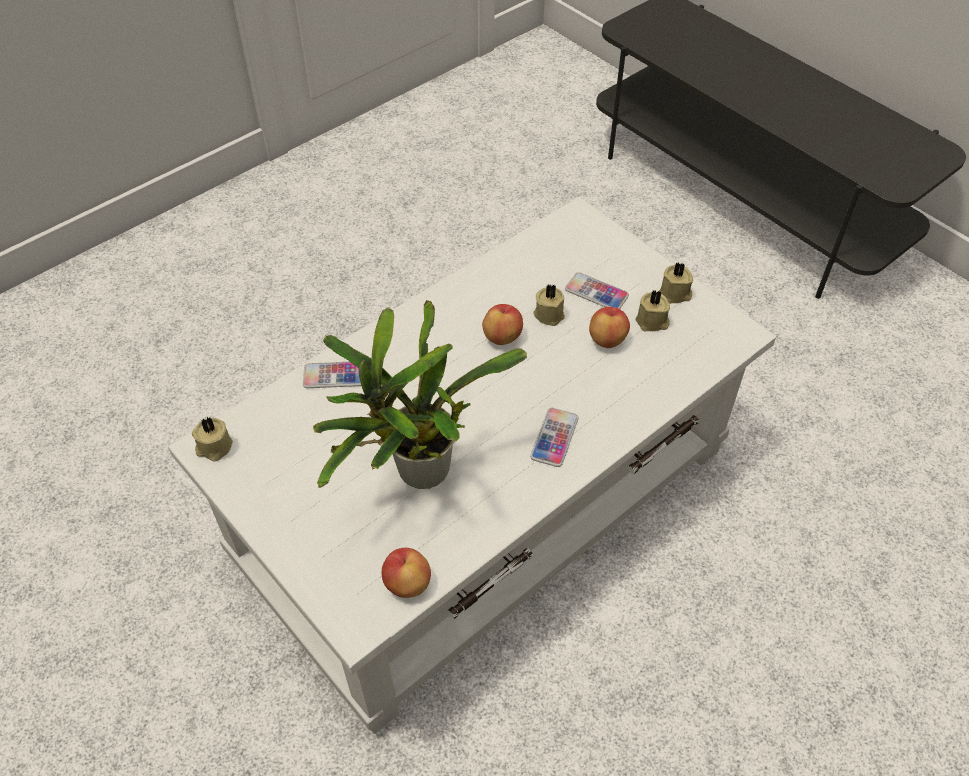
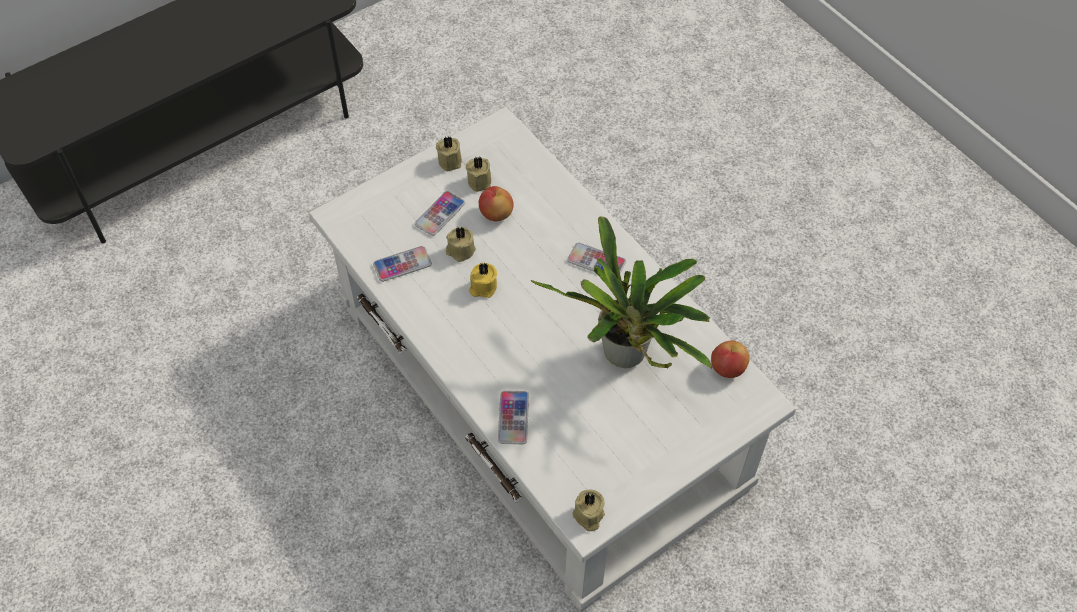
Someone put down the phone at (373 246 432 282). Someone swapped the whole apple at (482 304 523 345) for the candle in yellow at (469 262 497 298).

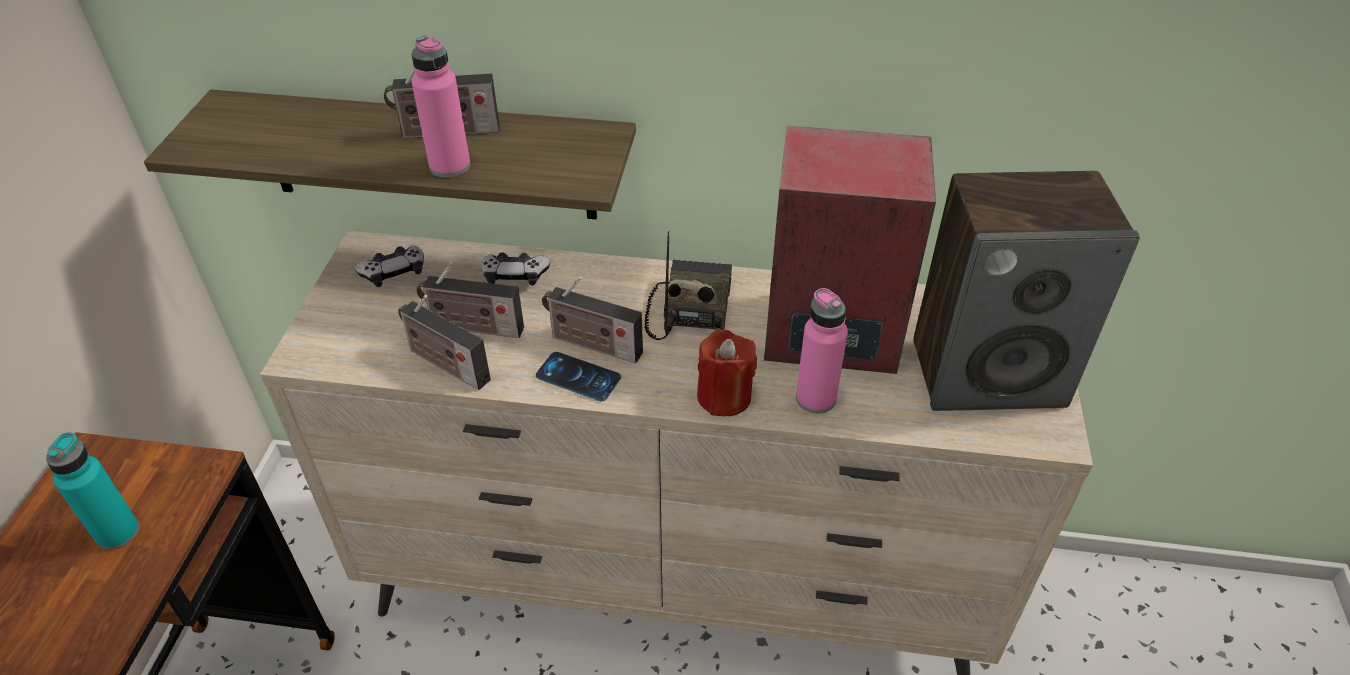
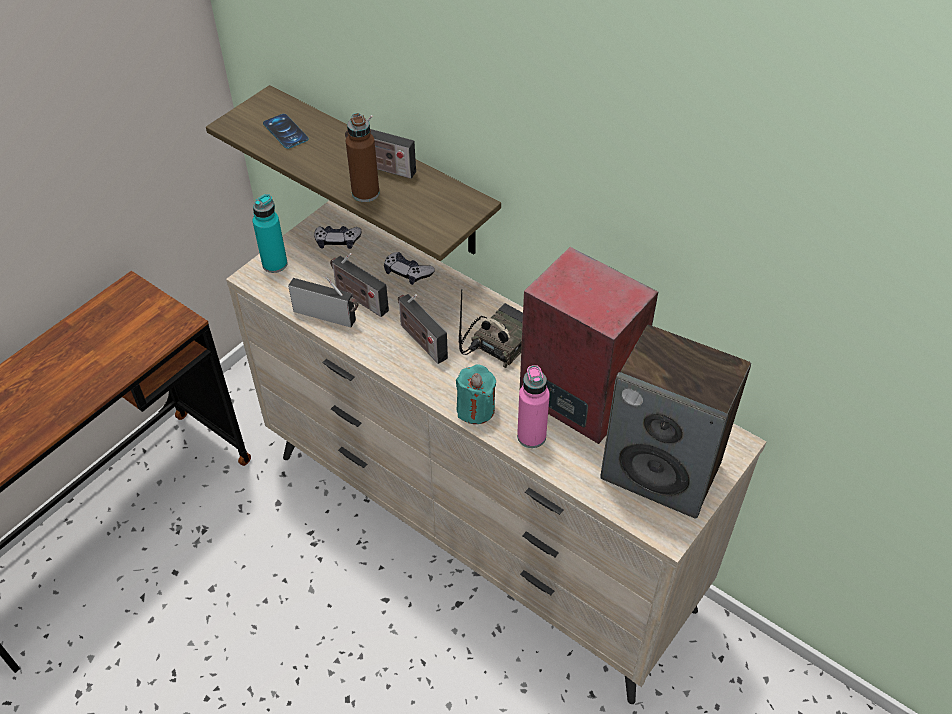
Someone carried the beverage bottle in blue-green from (46 432 140 550) to (252 194 288 273). Someone carried the phone from (536 352 621 401) to (263 114 309 149). Someone repainted the beverage bottle in pink-coloured at (412 36 471 178), which became the beverage bottle in brownish at (346 113 380 202). Someone repainted the candle in red at (697 330 757 417), which became the candle in blue-green at (456 364 496 424). Someone rotated the radio set at (398 295 491 390) by 135 degrees clockwise.

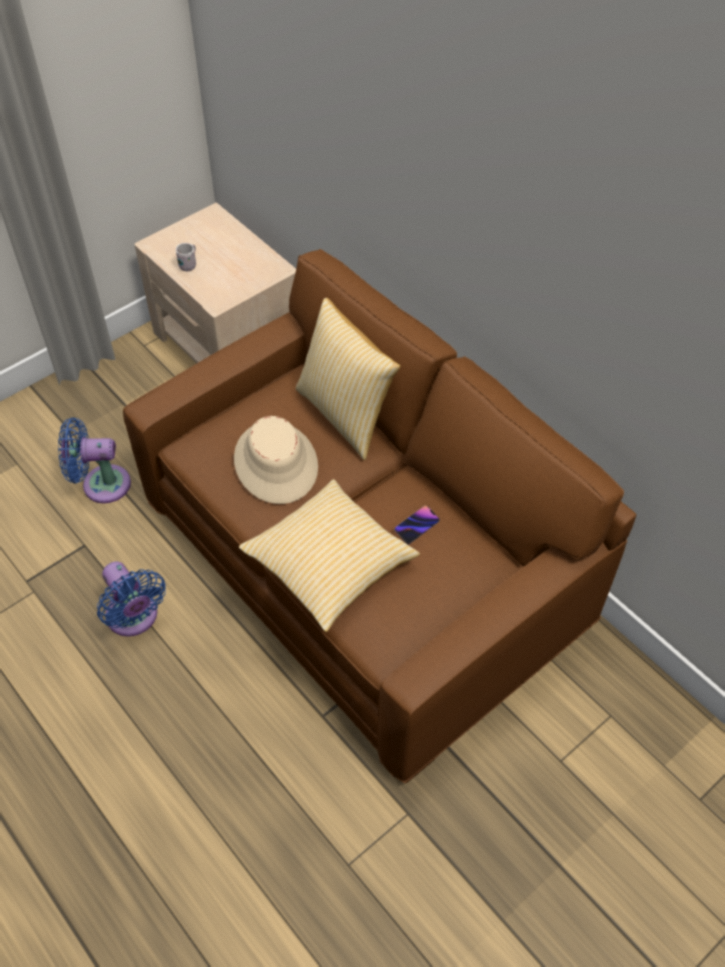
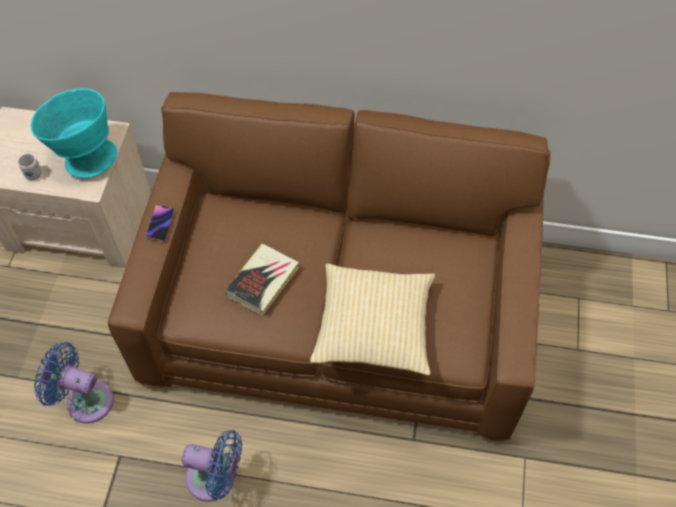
Someone took away the cushion at (296 298 400 460). Someone put down the bowl in blue-green at (31 88 118 178). Someone carried the phone from (394 505 440 545) to (146 205 174 242). Someone swapped the hat in sand-coloured at (234 416 318 504) for the bound book at (225 243 299 315). Someone rotated the cooling fan in blue at (58 418 131 503) by 60 degrees clockwise.

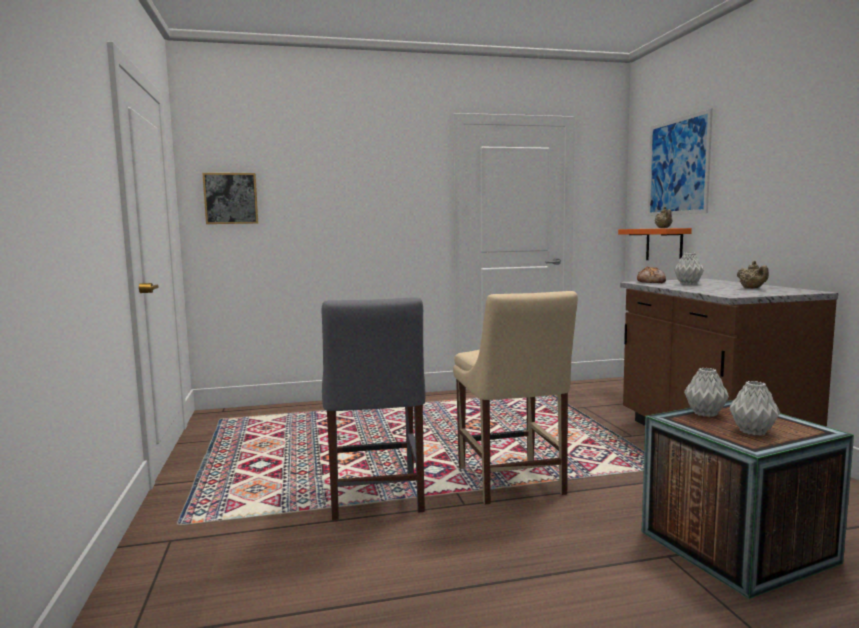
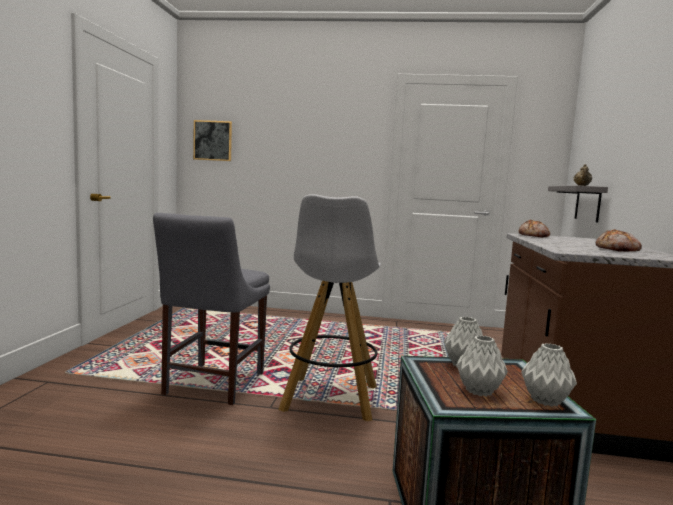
Someone took away the wall picture at (648 108 713 216). Someone carried the vase in greyish from (674 253 704 285) to (521 343 577 407). Someone swapped the chair in sand-coloured at (453 291 578 504) for the stool in white-coloured at (278 194 381 421). Someone swapped the tea pot in sand-coloured at (737 261 769 289) for the bread at (596 229 642 252). Someone repainted the wall shelf in orange at (618 228 692 260), which became the wall shelf in greyish at (548 185 608 222).

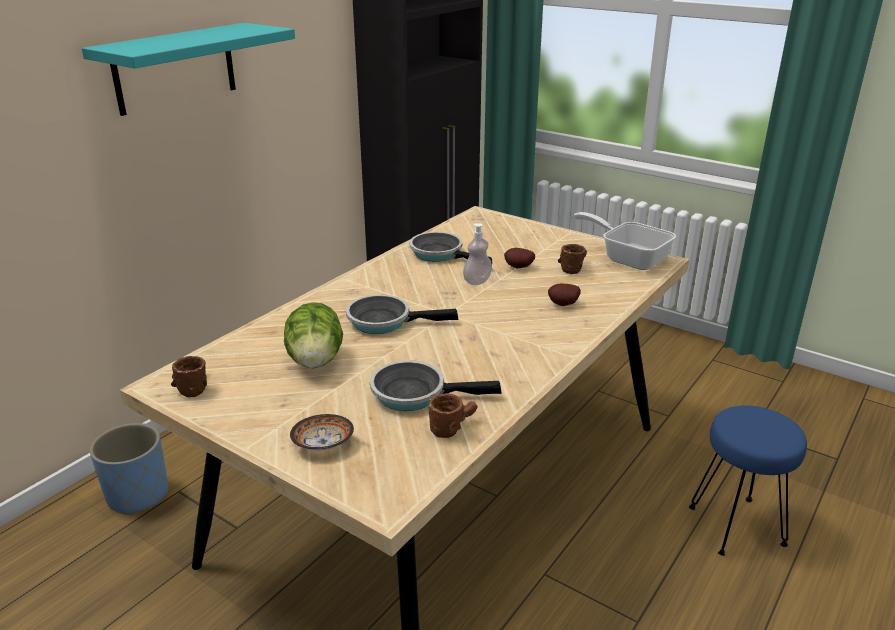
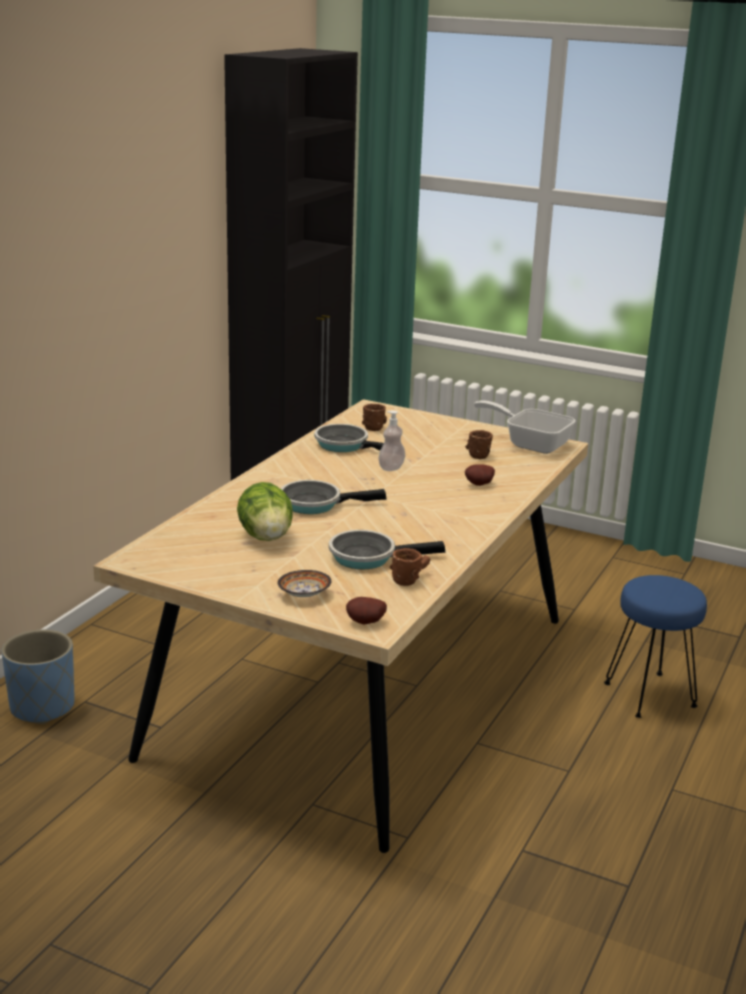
Someone took away the wall shelf in blue-green at (82 23 295 116). Someone carried the tea mug in brownish from (171 356 207 397) to (362 404 387 431). Someone carried the potato from (504 248 535 268) to (346 597 387 624).

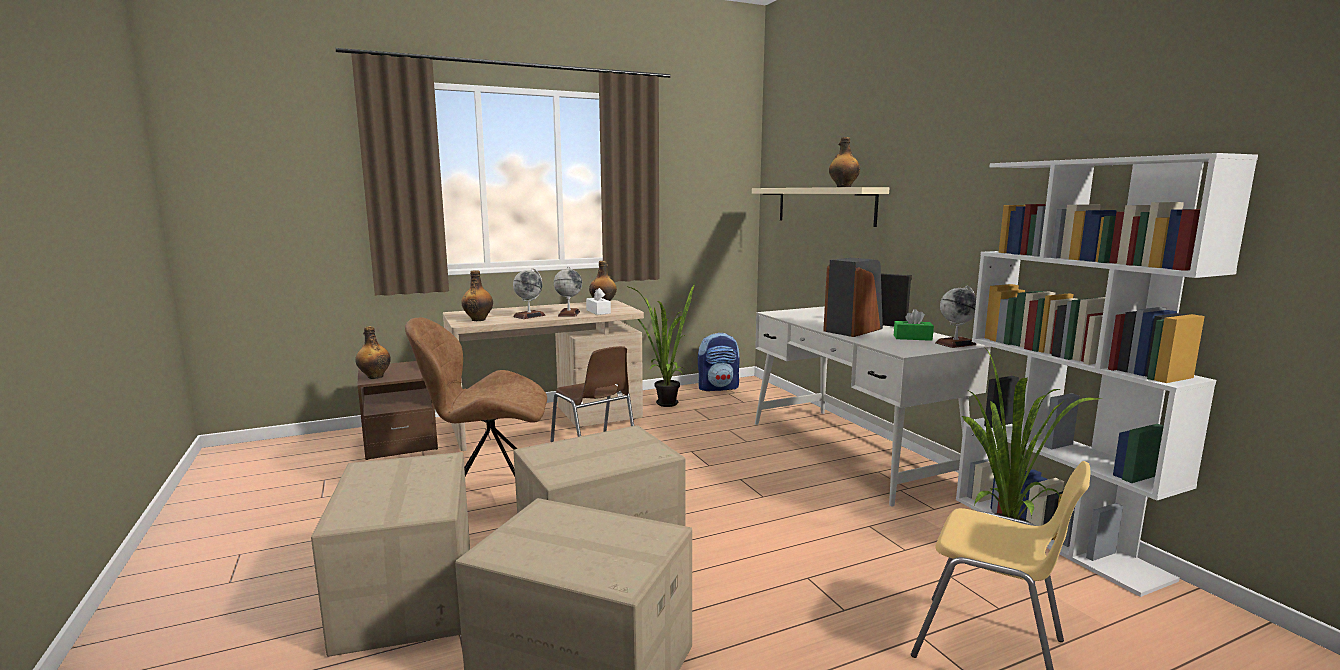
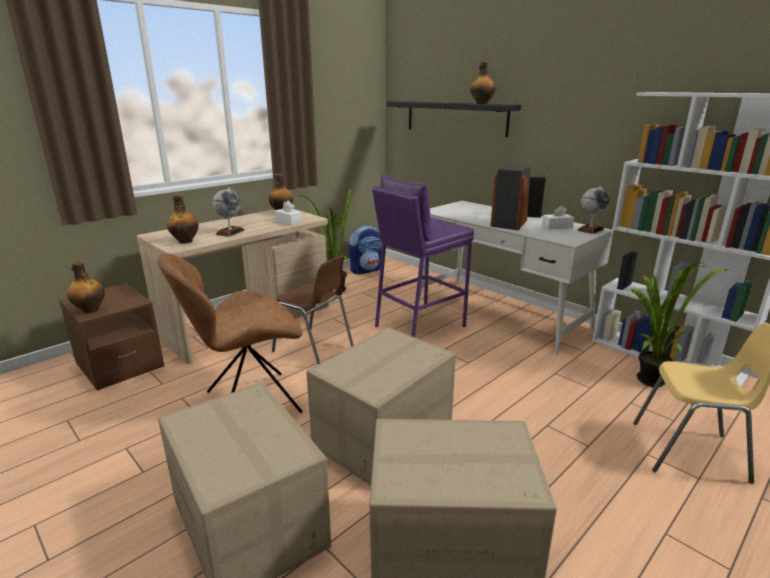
Someone took away the desk globe at (554 266 582 316). Someone put down the stool in purple-coloured at (372 175 474 337). Someone repainted the wall shelf in sand-coloured at (752 187 889 227), which became the wall shelf in black at (387 101 521 137). Someone repainted the tissue holder in green-coloured at (894 309 934 341), which became the tissue holder in white-coloured at (542 205 574 229).

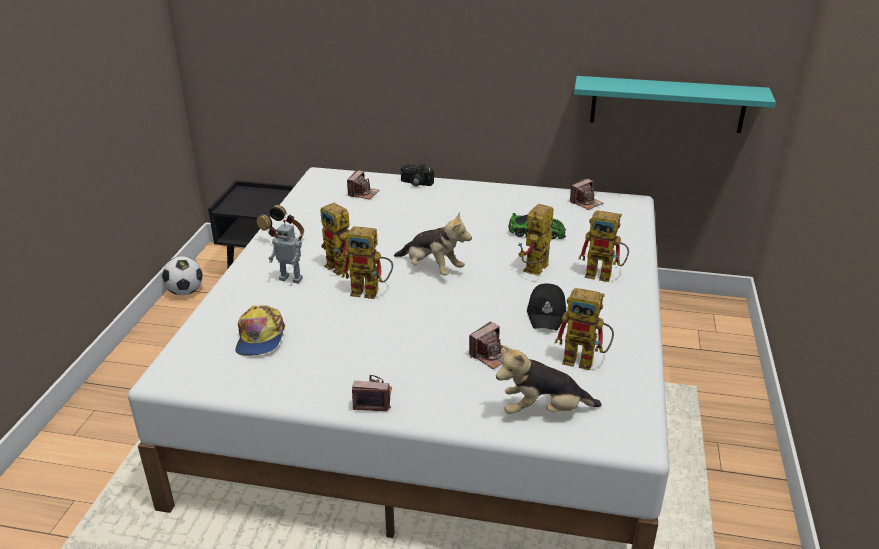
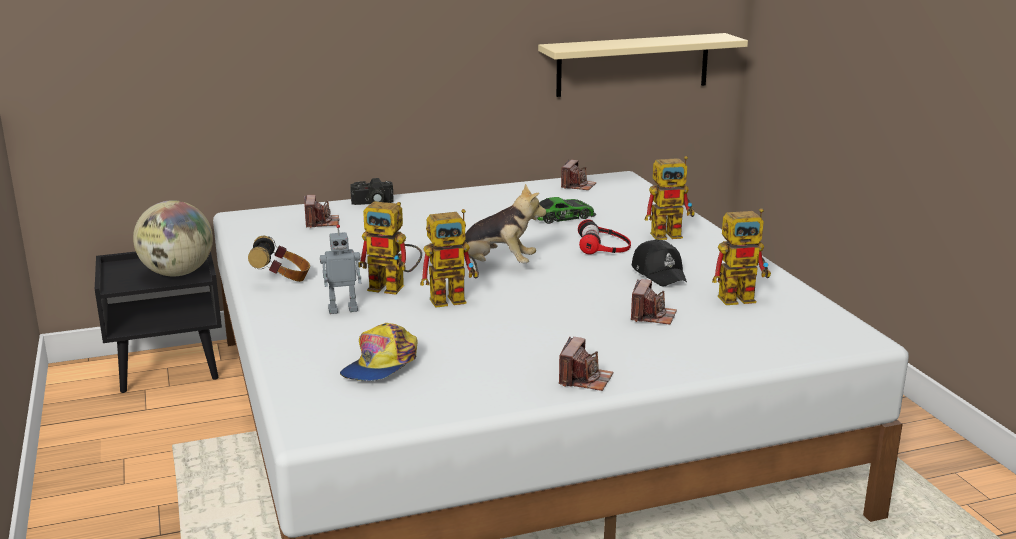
Someone took away the ball for football at (162 256 203 295). Someone took away the cuddly toy at (496 345 601 414). Someone put down the desk globe at (133 200 213 276). Someone swapped the model robot at (518 204 554 275) for the headphones at (578 219 631 254). Someone repainted the wall shelf in blue-green at (574 76 776 133), which became the wall shelf in sand-coloured at (538 33 748 97). Someone rotated the cap at (235 305 285 356) by 60 degrees clockwise. Someone rotated the still camera at (352 375 392 411) by 135 degrees clockwise.

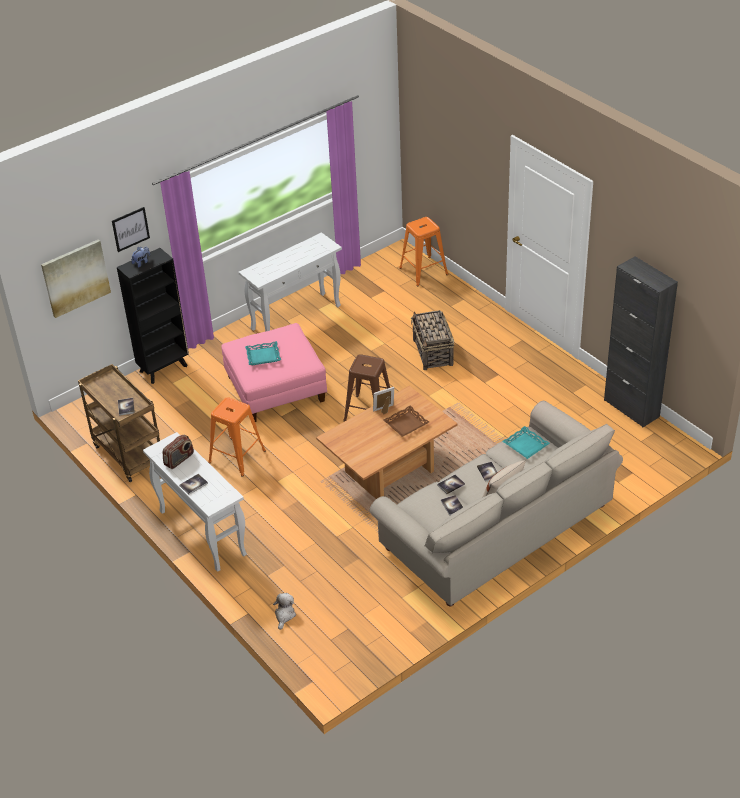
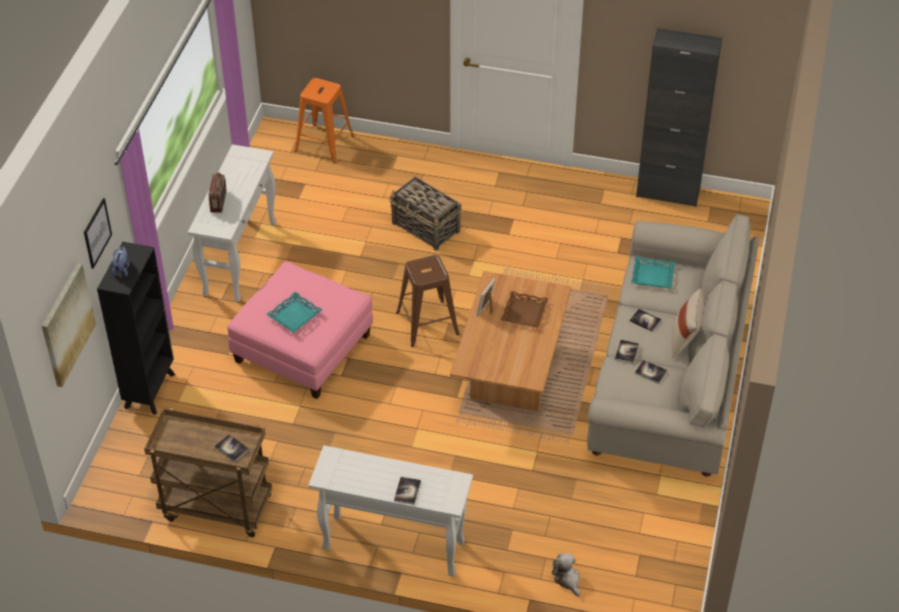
Someone took away the stool in orange at (208 397 266 477). Someone carried the radio set from (163 435 194 469) to (209 173 226 213).

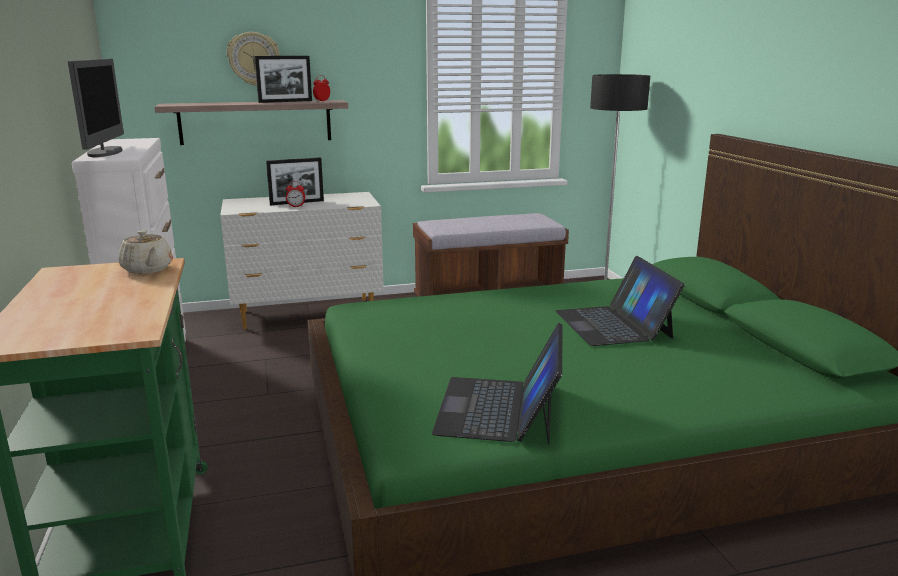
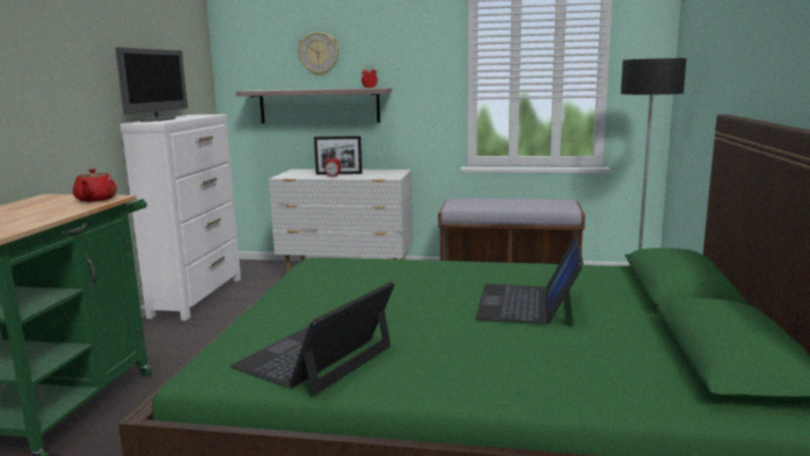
Someone took away the photo frame at (254 56 312 103). Someone repainted the tea pot in sand-coloured at (119 230 173 274), which became the tea pot in red at (73 169 117 202).

